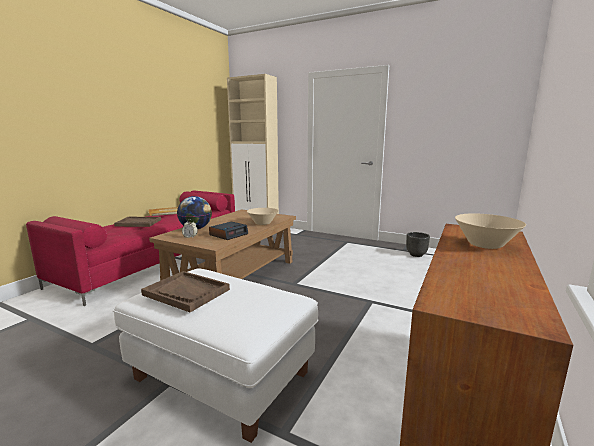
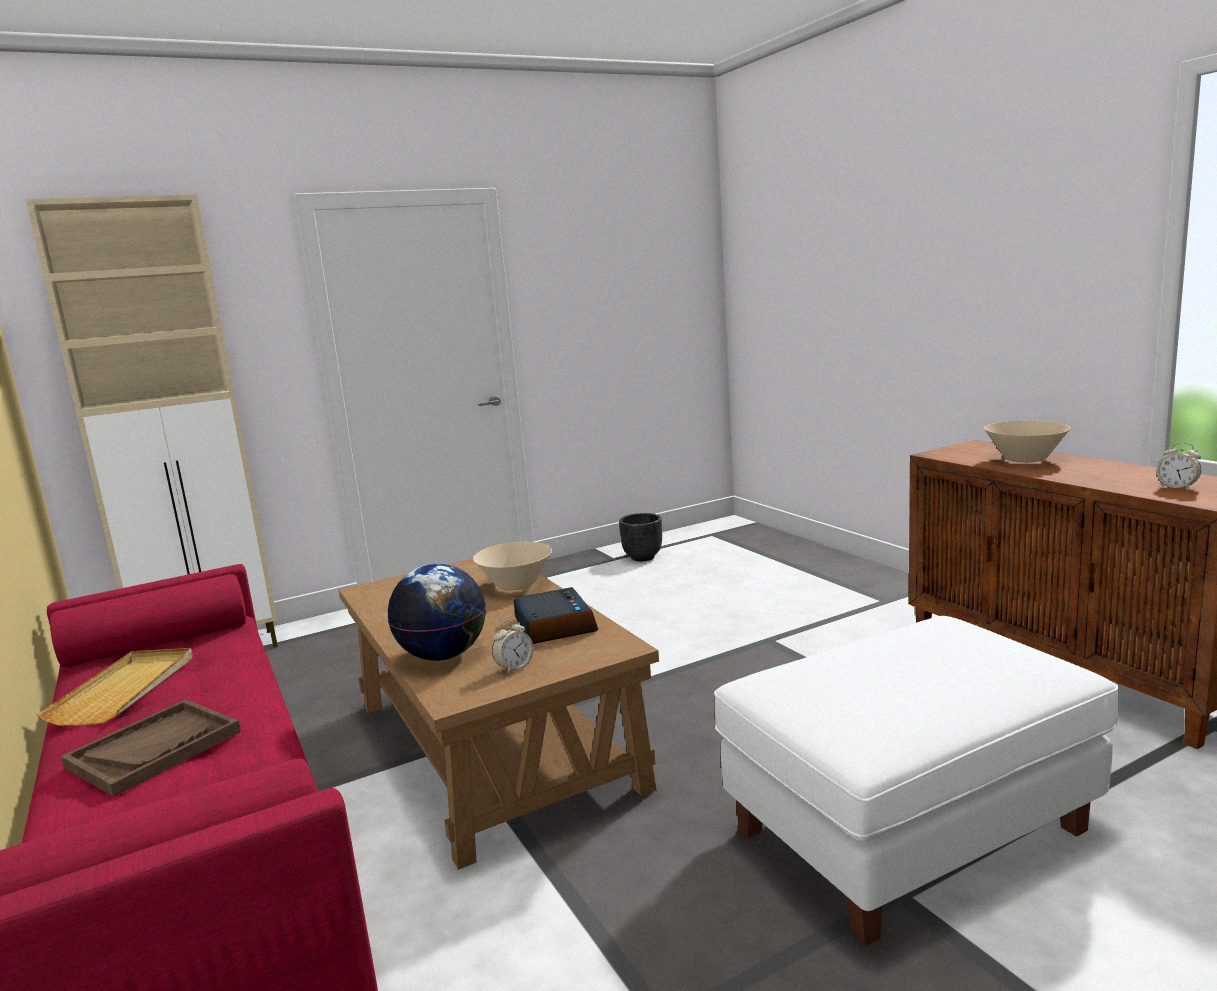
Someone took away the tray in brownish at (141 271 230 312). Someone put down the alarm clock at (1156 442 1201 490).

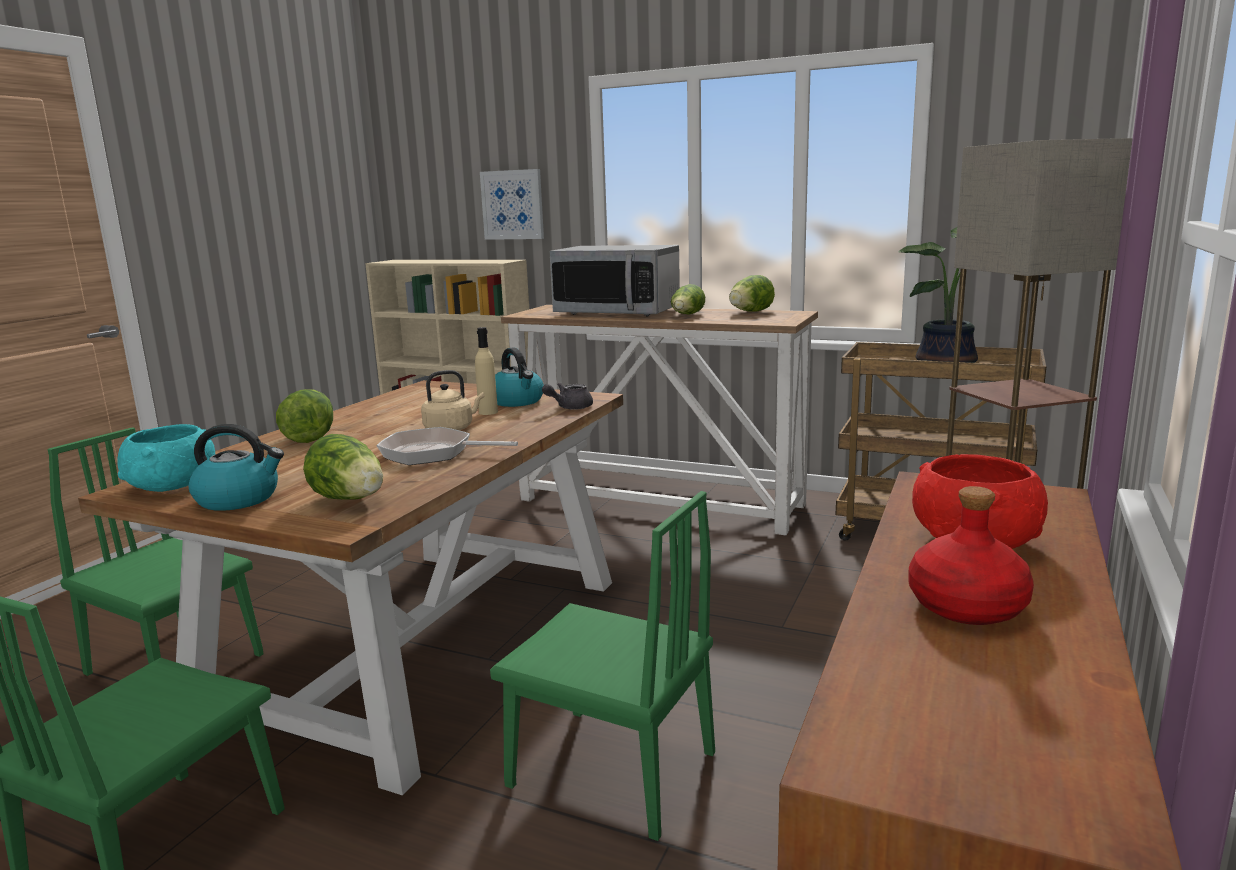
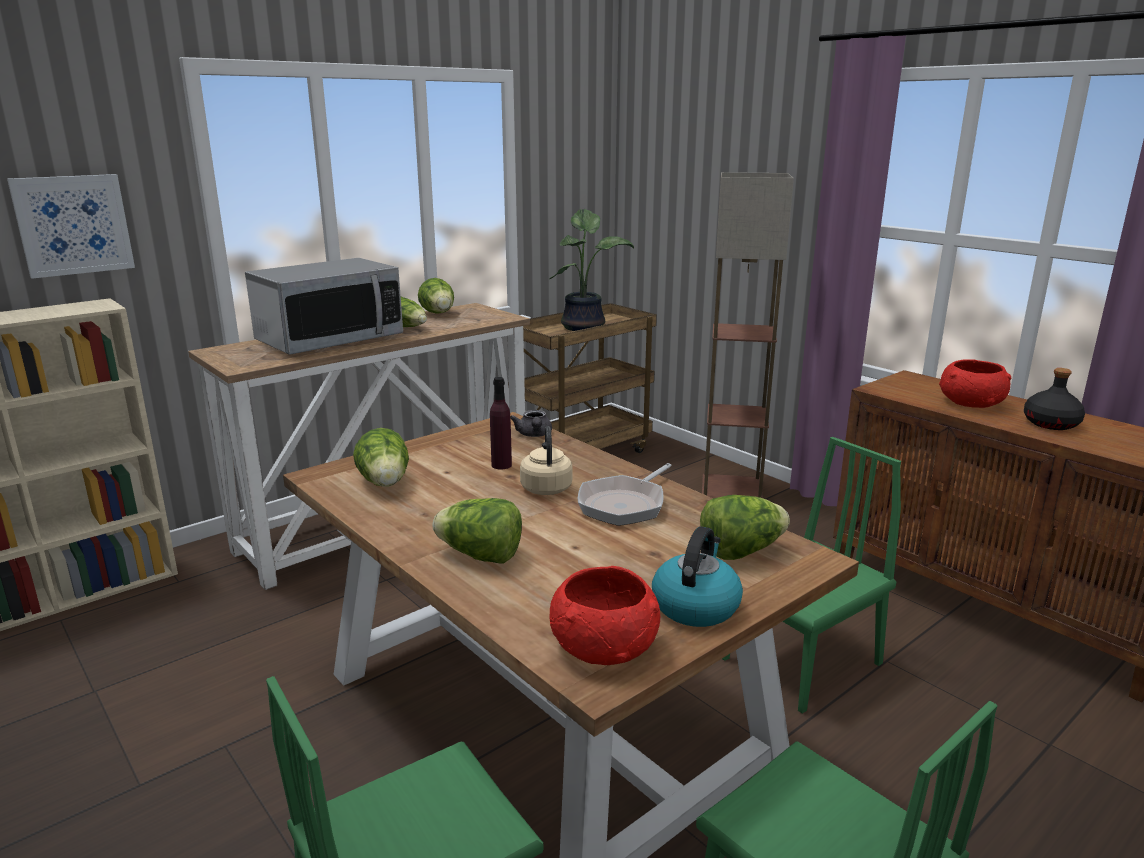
Someone took away the kettle at (495 347 544 407). Someone put down the lettuce at (353 428 409 487). Someone repainted the bowl in blue-green at (117 424 215 492), which became the bowl in red at (549 566 660 665). Someone repainted the beverage bottle in sand-coloured at (475 327 498 415), which became the beverage bottle in purple-coloured at (490 377 512 469). Someone repainted the beverage bottle in red at (908 486 1034 625), which became the beverage bottle in black at (1024 368 1085 430).

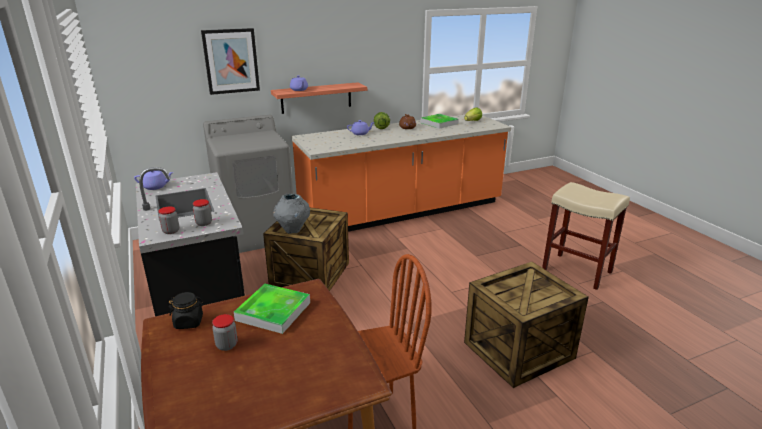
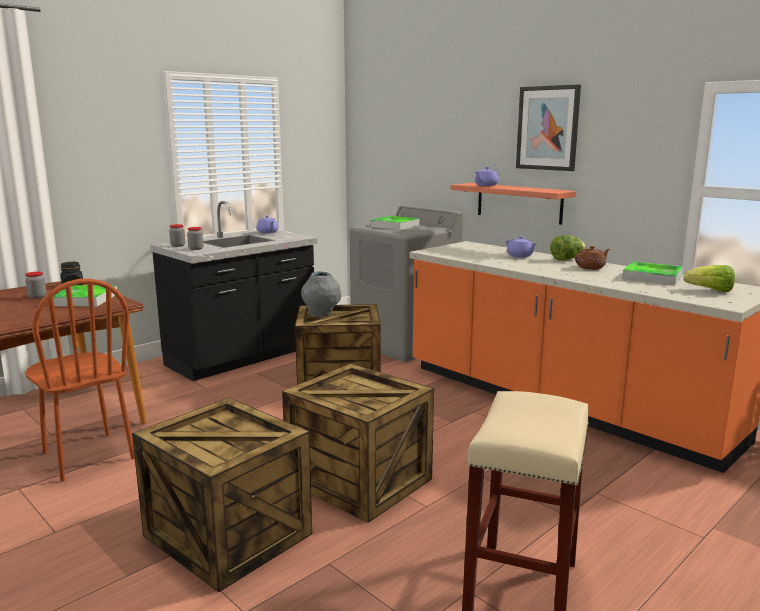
Someone put down the shipping crate at (282 364 434 523). Someone put down the tray at (370 216 420 230). Someone carried the wall picture from (201 28 260 95) to (516 84 581 171).

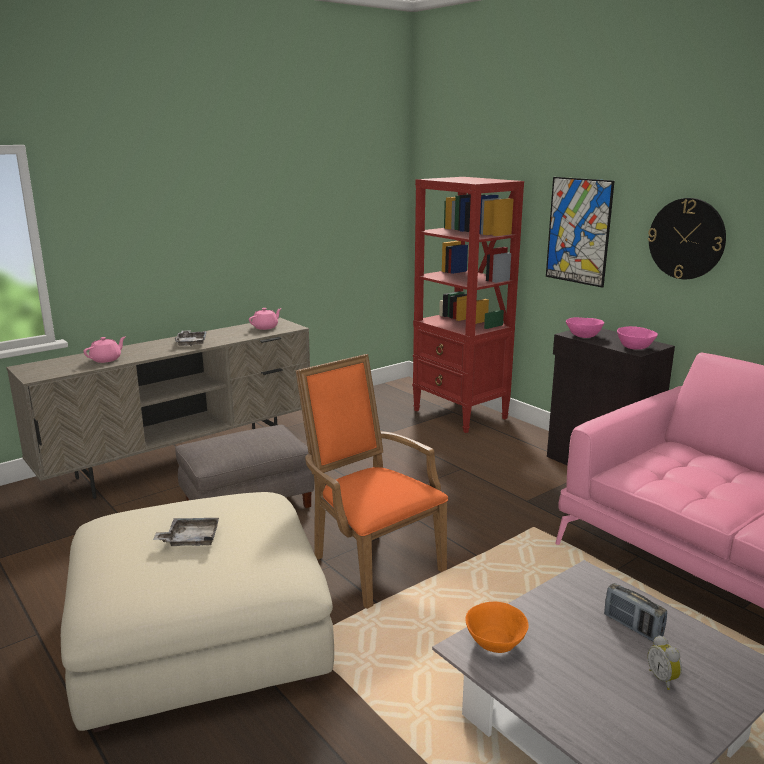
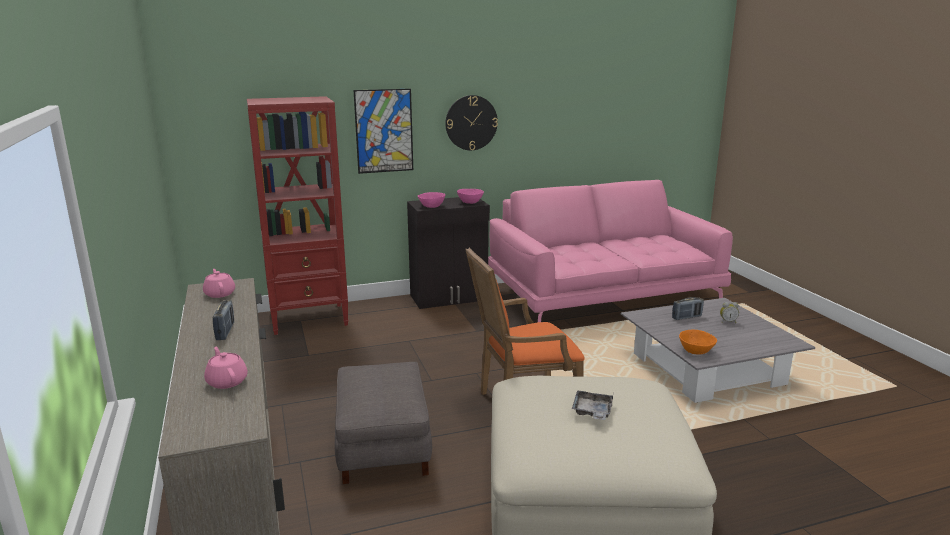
Someone swapped the tray in greyish at (175 330 207 346) for the radio set at (212 300 234 340).

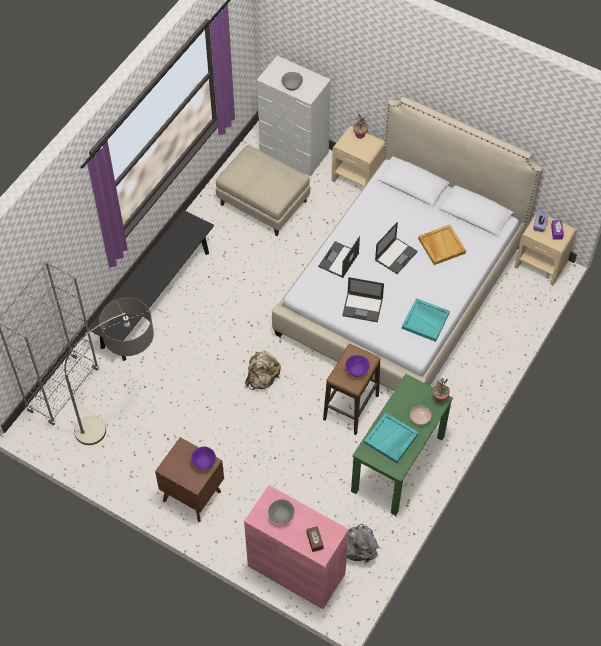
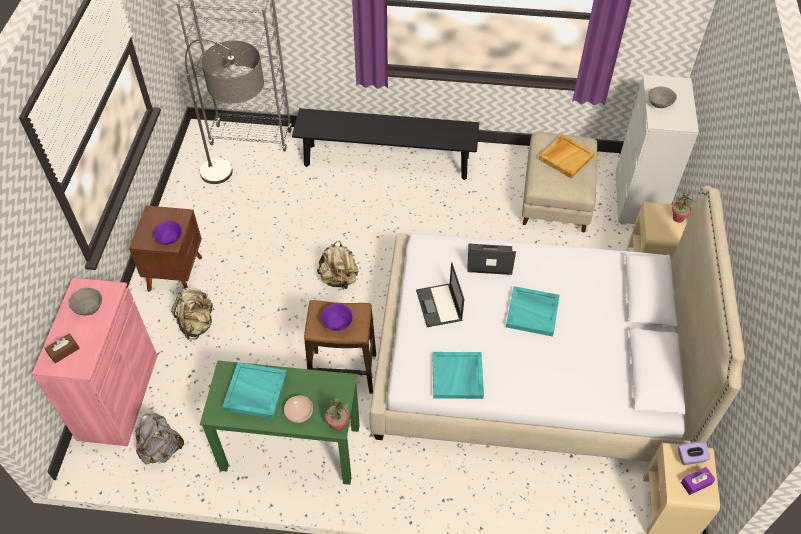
Someone put down the backpack in sand-coloured at (171 288 214 340). Someone carried the tray in sand-coloured from (418 225 466 265) to (539 135 595 178). Someone swapped the portable computer at (375 222 418 274) for the tray in blue-green at (506 286 560 337).

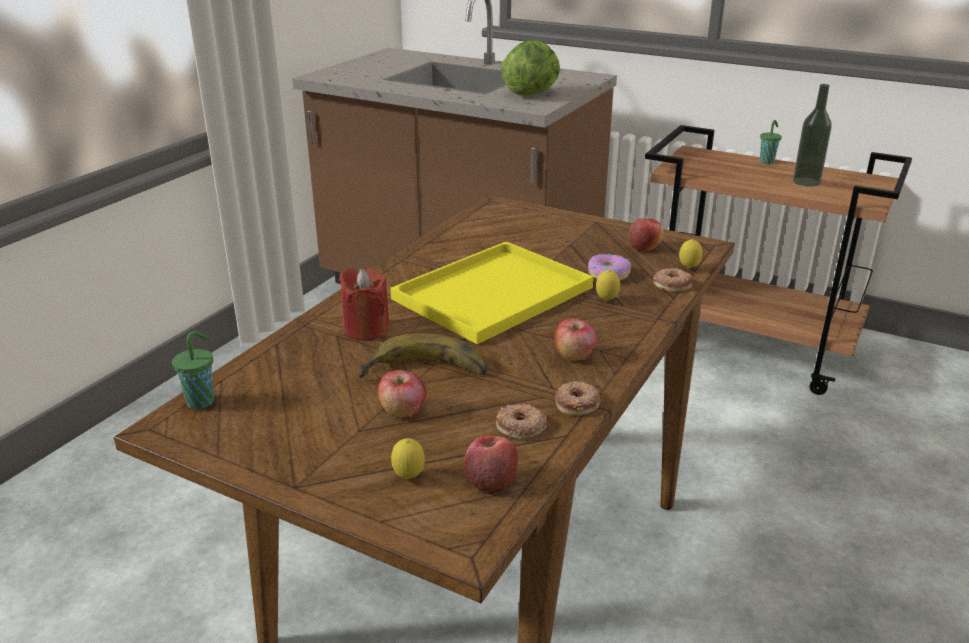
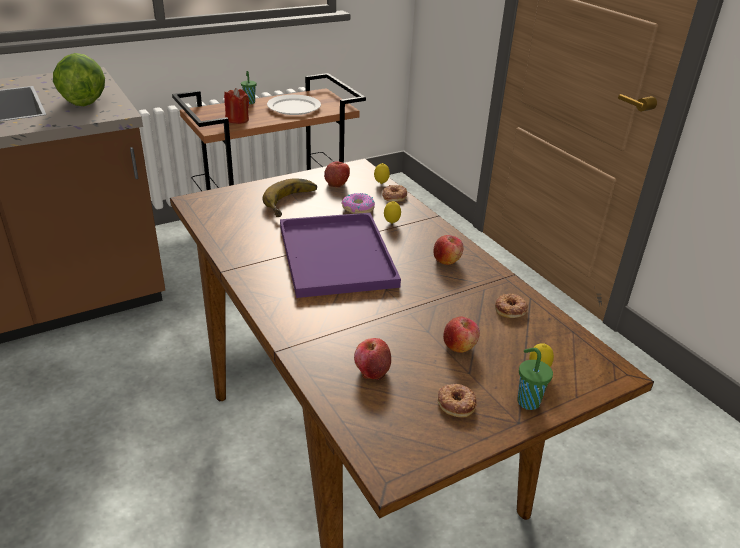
Someone carried the small cup in green-coloured from (172 331 214 409) to (517 348 553 410). Someone carried the candle in red from (339 268 390 341) to (224 88 249 124). Someone carried the banana from (358 333 488 378) to (262 178 317 217). Someone carried the whole apple from (464 436 518 494) to (354 338 391 380). Someone carried the ring doughnut from (555 381 601 416) to (437 384 477 417). Someone swapped the beverage bottle at (793 84 832 187) for the dinner plate in white-coloured at (267 95 321 115). Someone repainted the tray in yellow at (390 241 593 344), which became the tray in purple-coloured at (280 213 401 298).

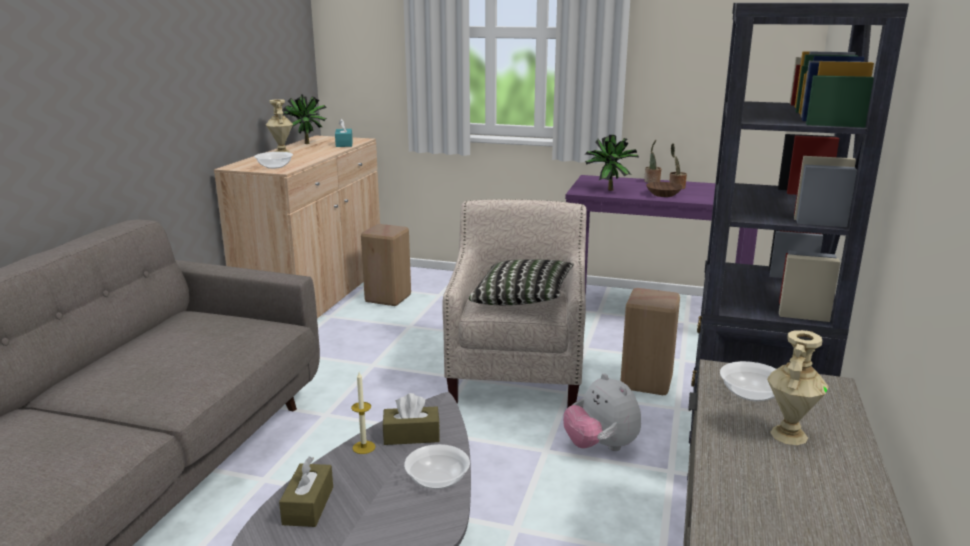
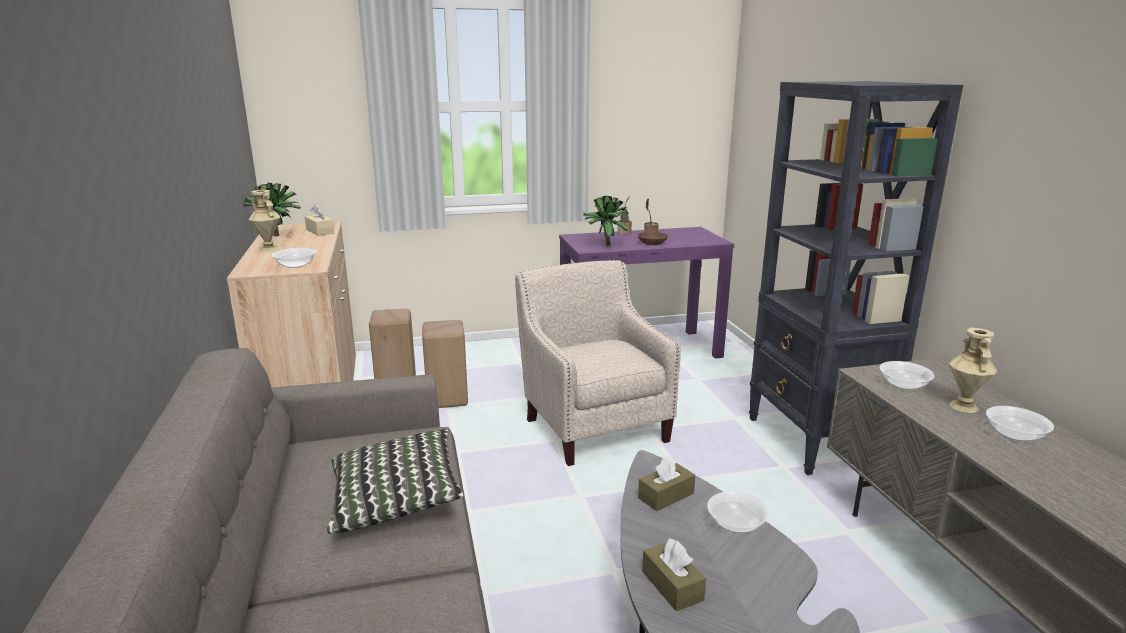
Someone took away the candle at (351 372 375 454). Someone took away the cuddly toy at (563 373 641 451). Someone put down the bowl at (986 406 1054 442). Someone carried the cushion from (469 259 574 305) to (327 429 463 534). Someone carried the stool in sand-coloured from (620 288 680 395) to (422 320 468 408). Someone repainted the tissue holder in blue-green at (335 118 353 147), which became the tissue holder in sand-coloured at (305 204 334 236).

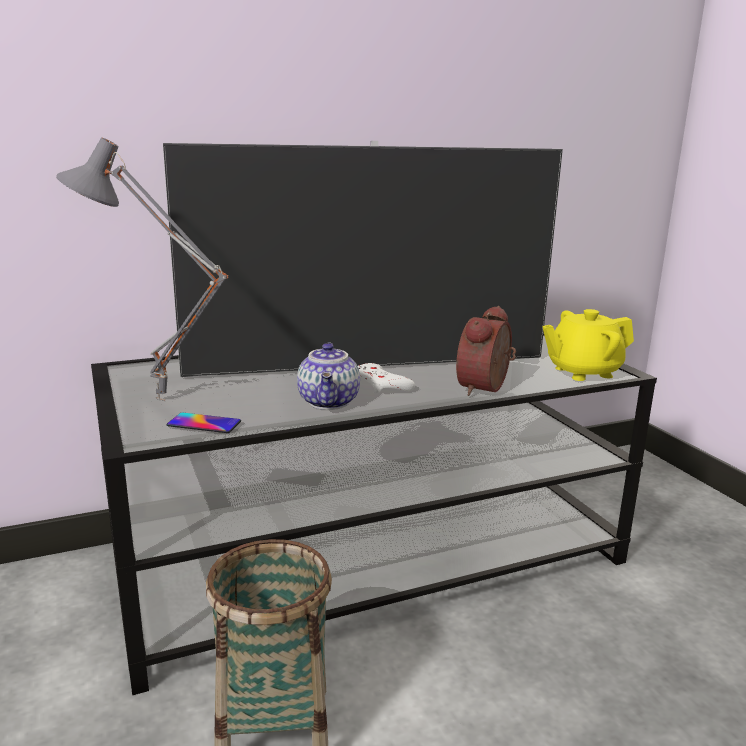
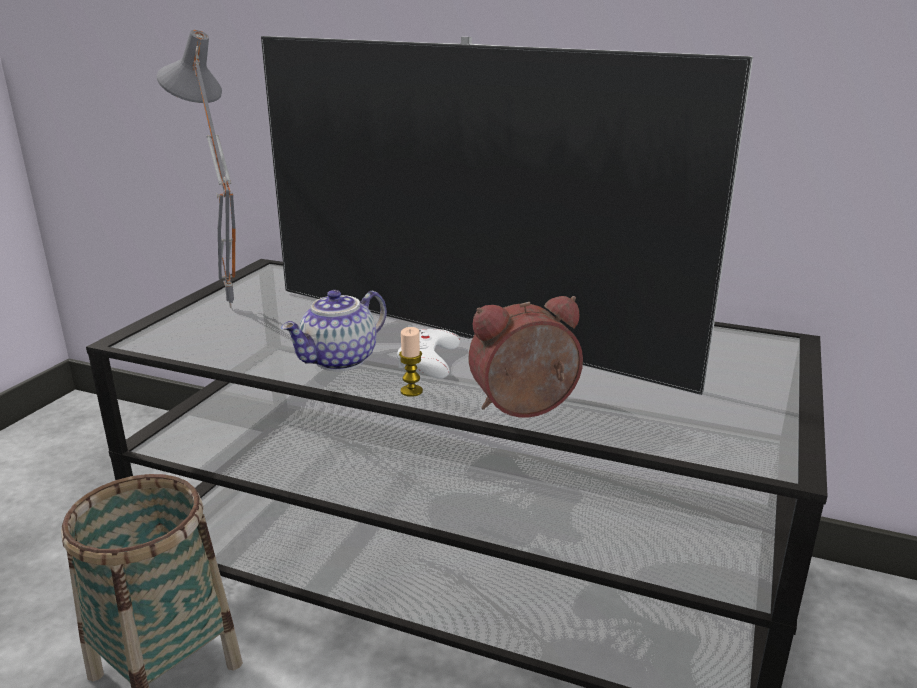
Someone took away the phone at (167 413 241 433). Someone took away the tea pot in yellow at (543 309 634 381). Someone put down the candle at (399 327 423 397).

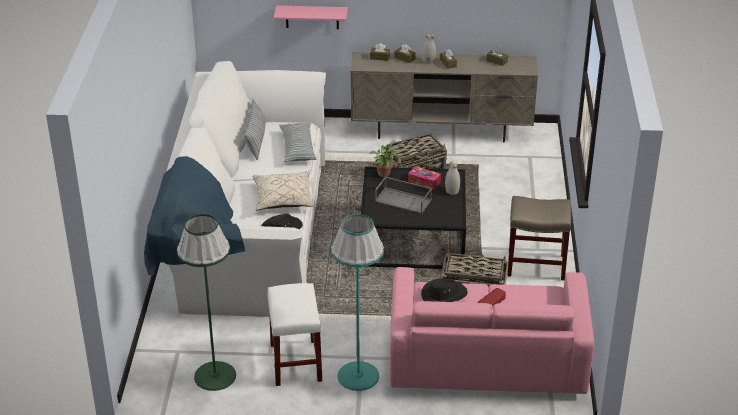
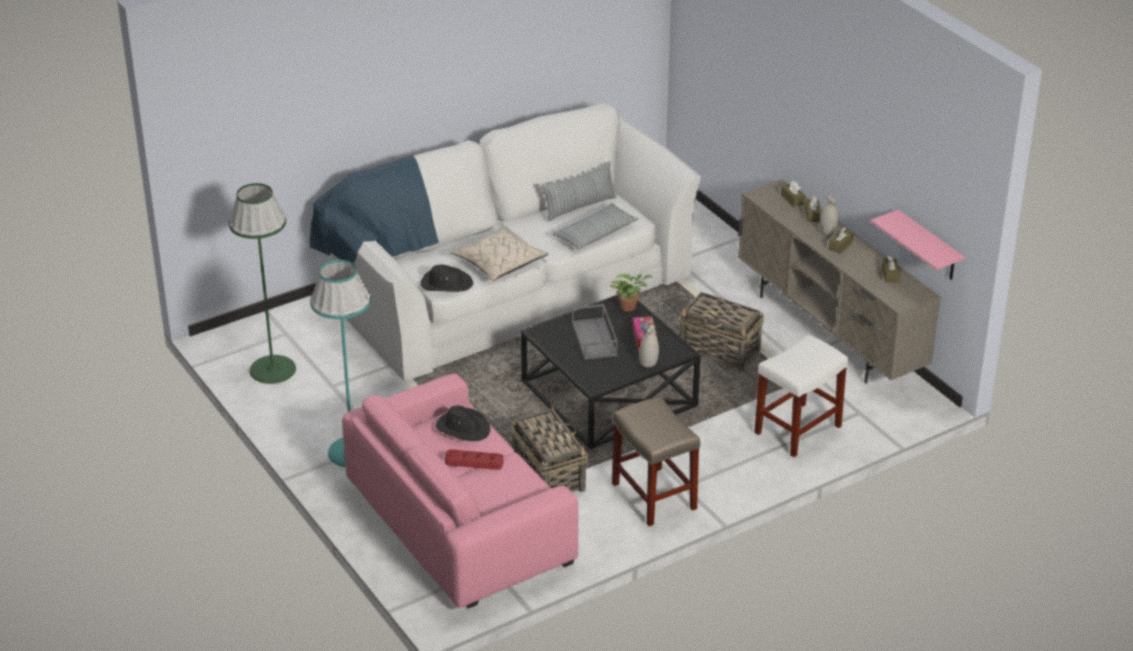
Someone carried the stool in white-coloured from (267 283 322 386) to (754 334 848 457). Someone carried the wall shelf in pink-coloured from (274 6 348 29) to (871 209 965 280).

